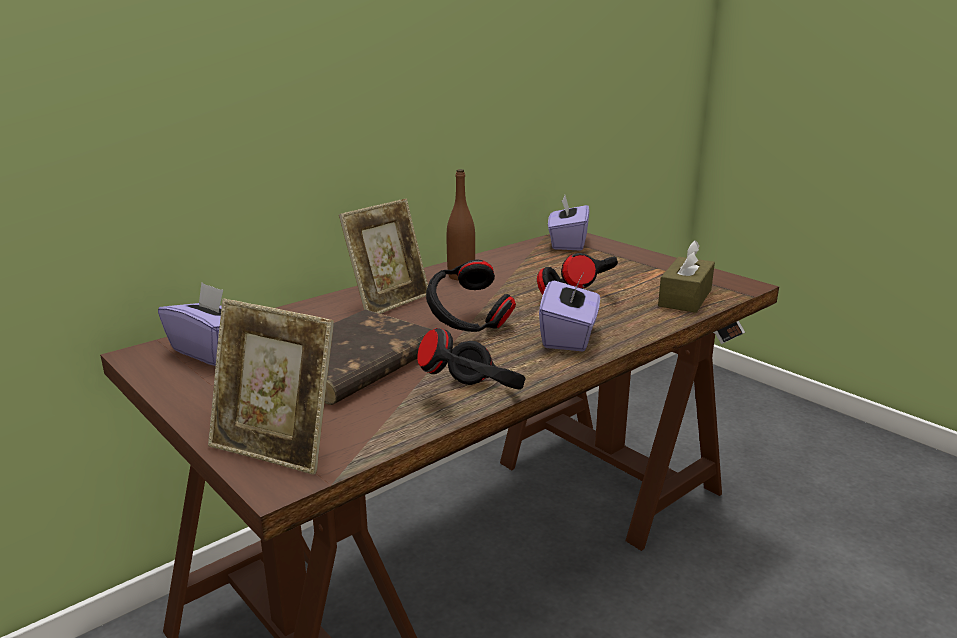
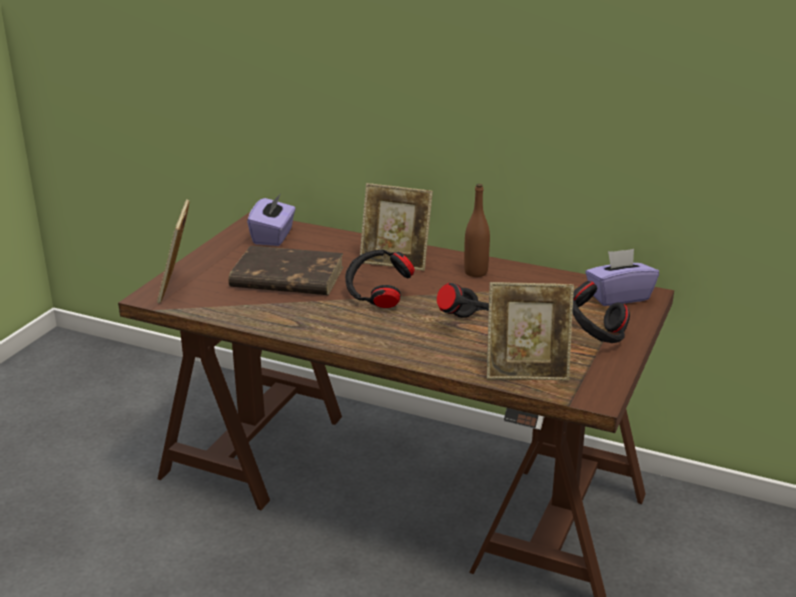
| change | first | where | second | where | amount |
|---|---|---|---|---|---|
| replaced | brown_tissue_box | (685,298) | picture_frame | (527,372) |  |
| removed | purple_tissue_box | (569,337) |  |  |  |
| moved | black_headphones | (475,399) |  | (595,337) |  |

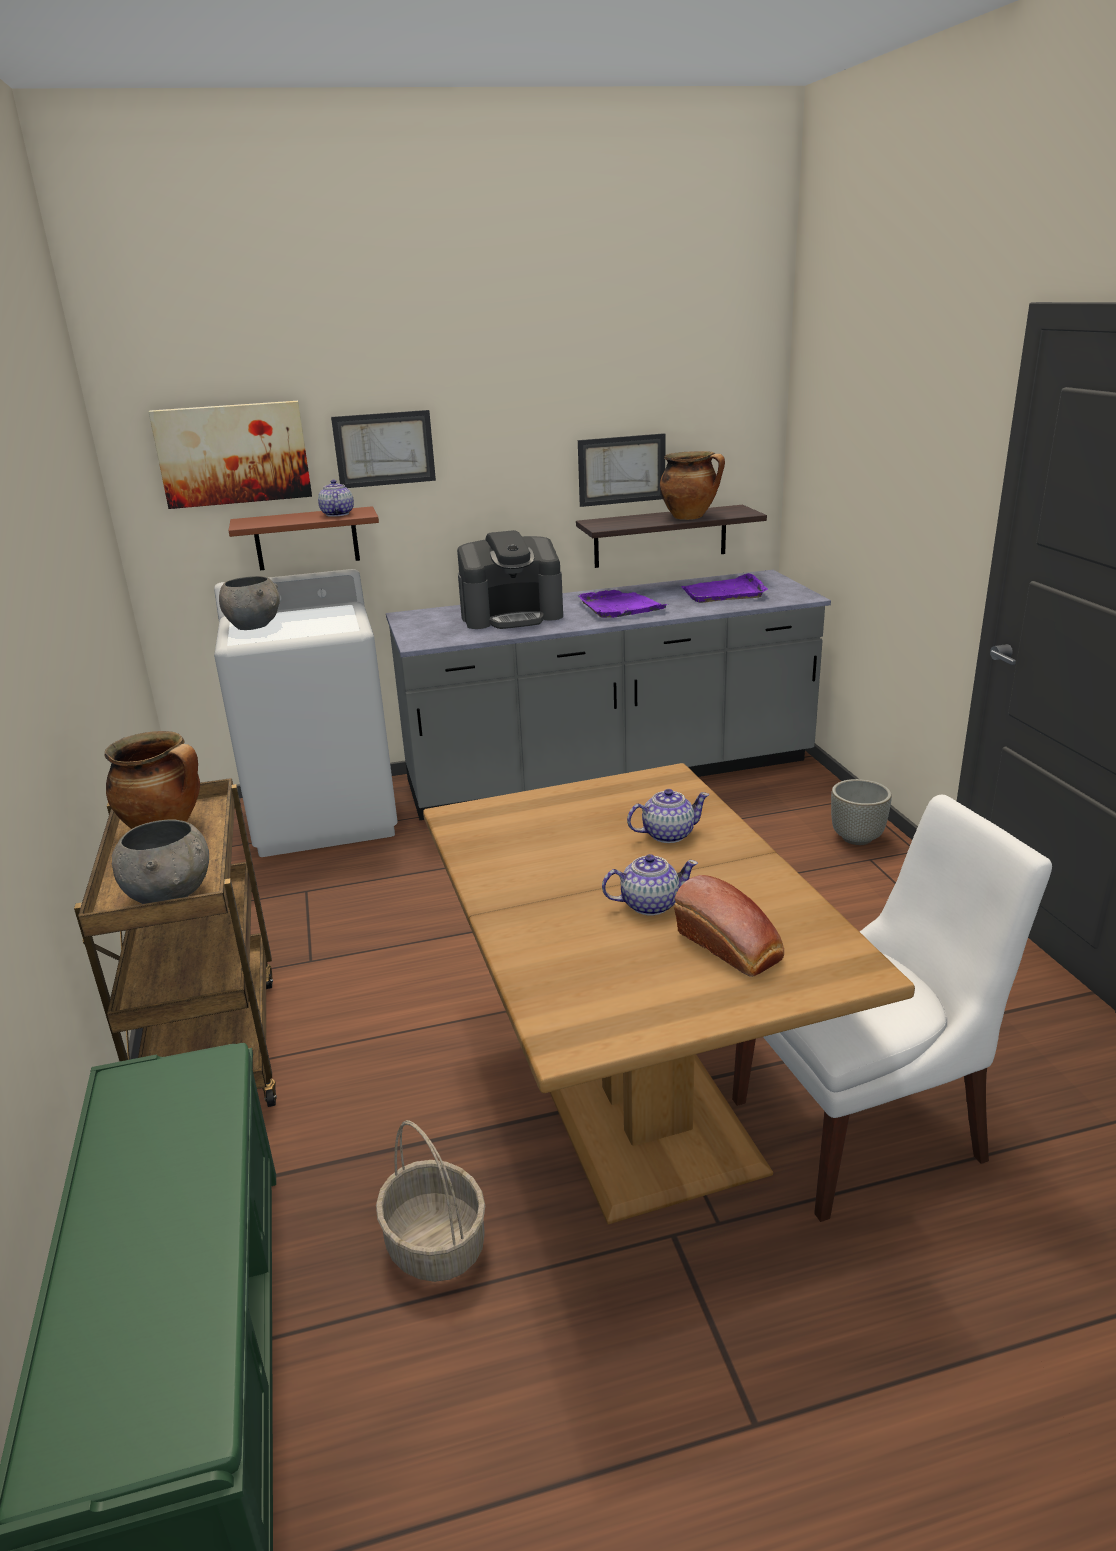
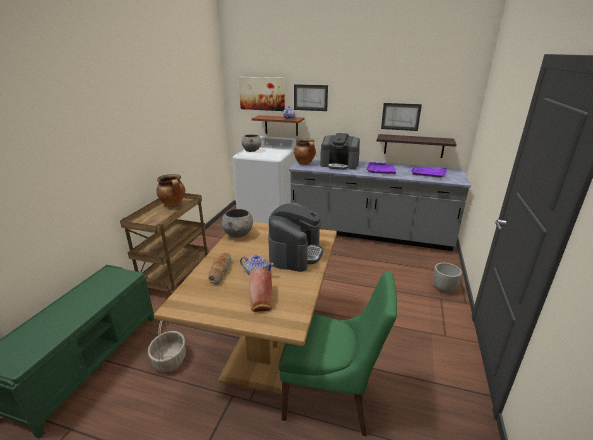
| change | first | where | second | where | amount |
|---|---|---|---|---|---|
| moved | cooking_pot | (690,517) |  | (305,163) |  |
| replaced | teapot | (667,834) | coffee_machine | (295,253) |  |
| recoloured | white_chair | (863,1127) | green_chair | (331,396) |  |
| moved | grey_bowl | (171,895) |  | (238,234) |  |
| added |  |  | bread | (220,271) |  |

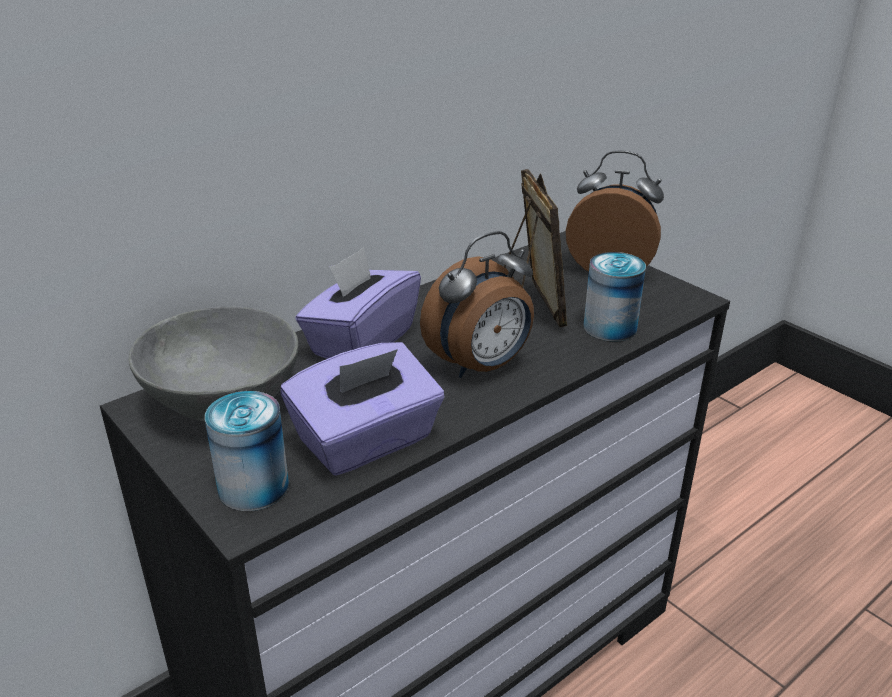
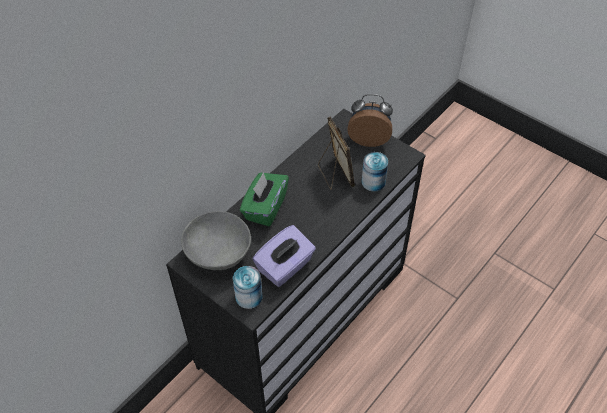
| change | first | where | second | where | amount |
|---|---|---|---|---|---|
| removed | alarm_clock | (481,366) |  |  |  |
| recoloured | purple_tissue_box | (361,341) | green_tissue_box | (265,208) |  |

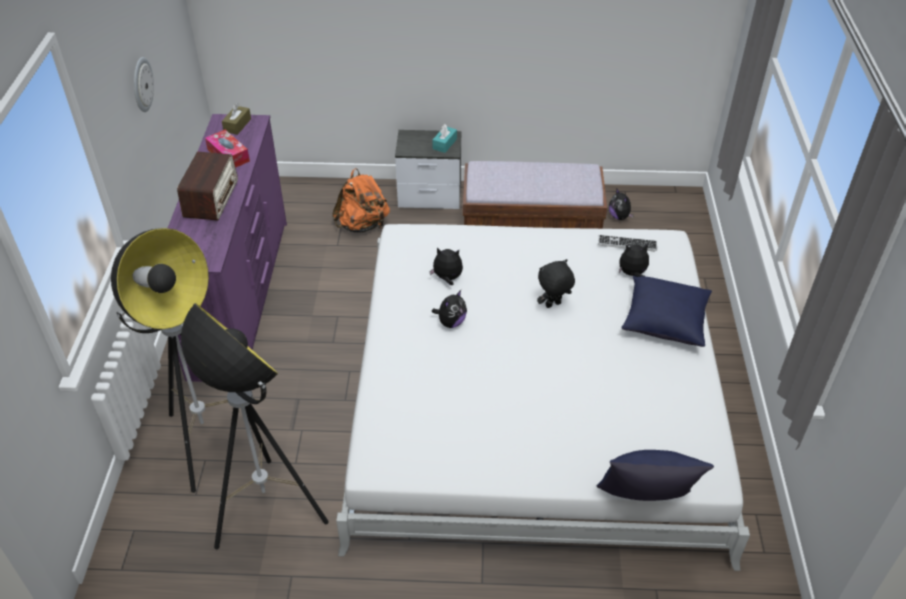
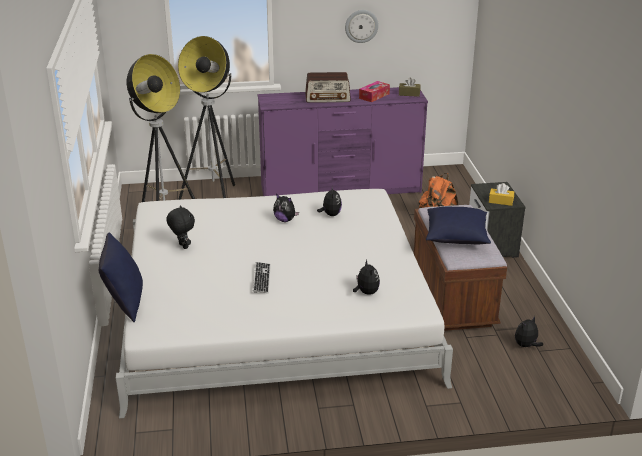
| change | first | where | second | where | amount |
|---|---|---|---|---|---|
| recoloured | turquoise_tissue_box | (444,144) | yellow_tissue_box | (501,201) |  |
| moved | keyboard | (627,244) |  | (262,278) |  |
| moved | black_plush_toy | (553,305) |  | (182,246) |  |
| moved | blue_pillow | (665,321) |  | (456,237) |  |

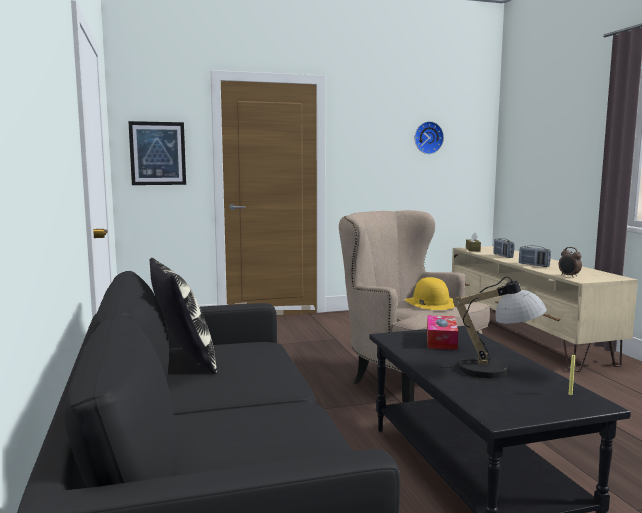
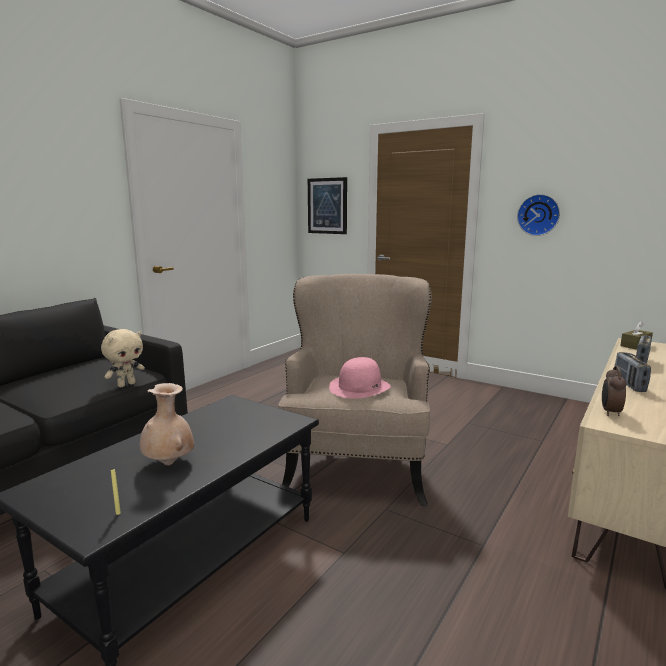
| change | first | where | second | where | amount |
|---|---|---|---|---|---|
| moved | wall_clock | (428,137) |  | (538,215) |  |
| removed | pillow | (184,360) |  |  |  |
| recoloured | yellow_hat | (430,303) | pink_hat | (359,387) |  |
| replaced | table_lamp | (496,370) | beige_vase | (169,463) |  |
| removed | tissue_box | (441,340) |  |  |  |
| added |  |  | beige_plush_toy | (126,384) |  |

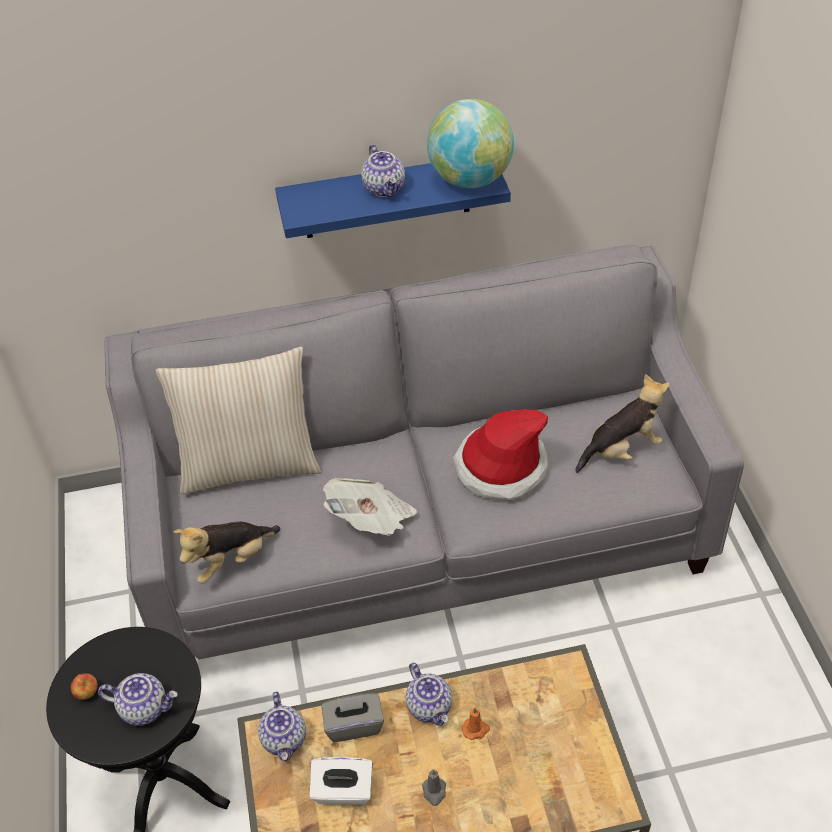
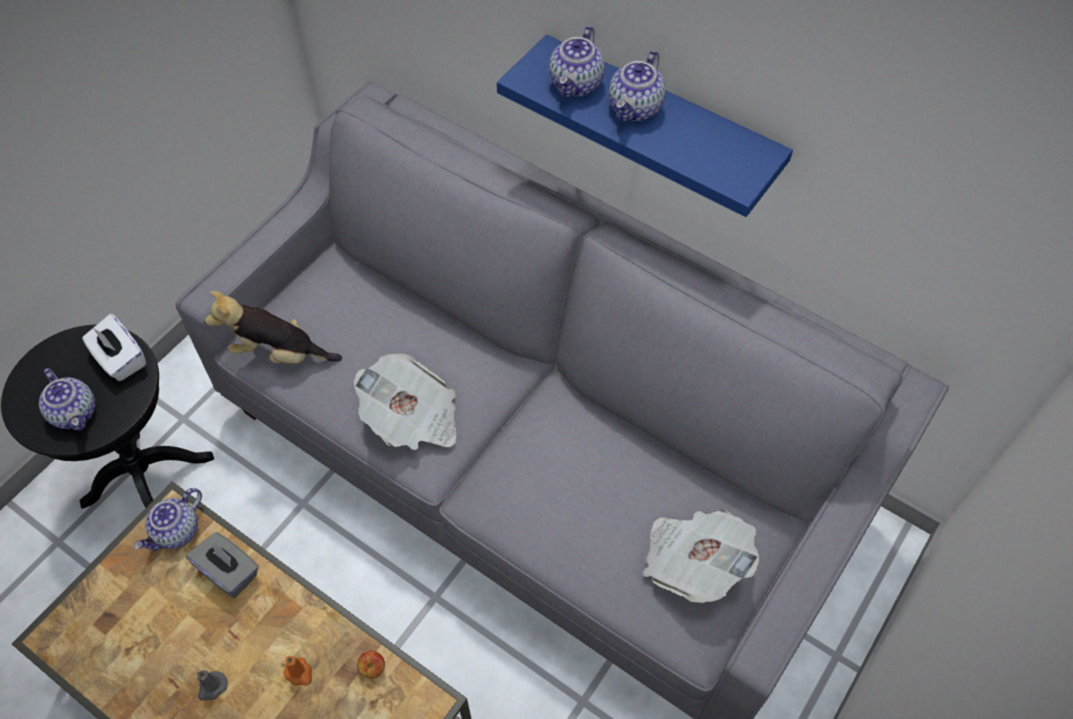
| change | first | where | second | where | amount |
|---|---|---|---|---|---|
| removed | globe | (470,180) |  |  |  |
| removed | beige_pillow | (250,465) |  |  |  |
| replaced | plush_toy | (621,449) | newspaper | (693,562) |  |
| removed | hat | (500,468) |  |  |  |
| moved | teapot | (430,706) |  | (576,84) |  |
| moved | apple | (87,693) |  | (373,668) |  |
| moved | white_tissue_box | (343,791) |  | (121,359) |  |

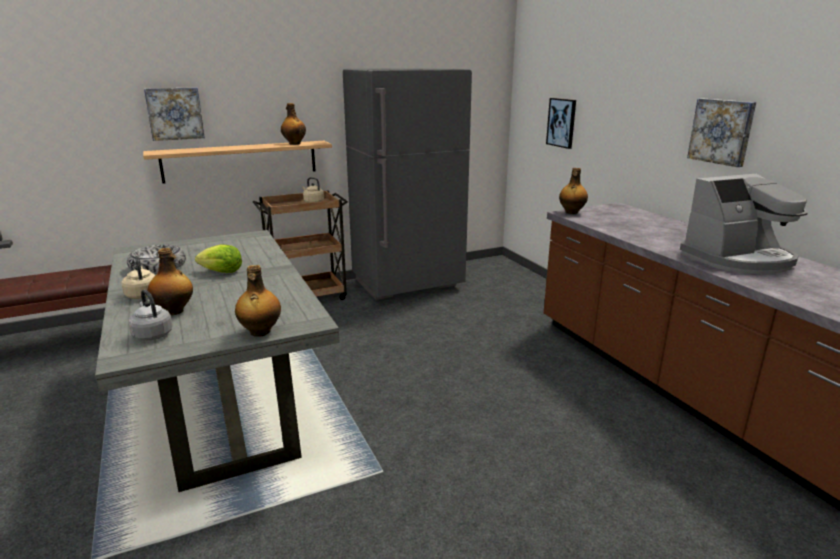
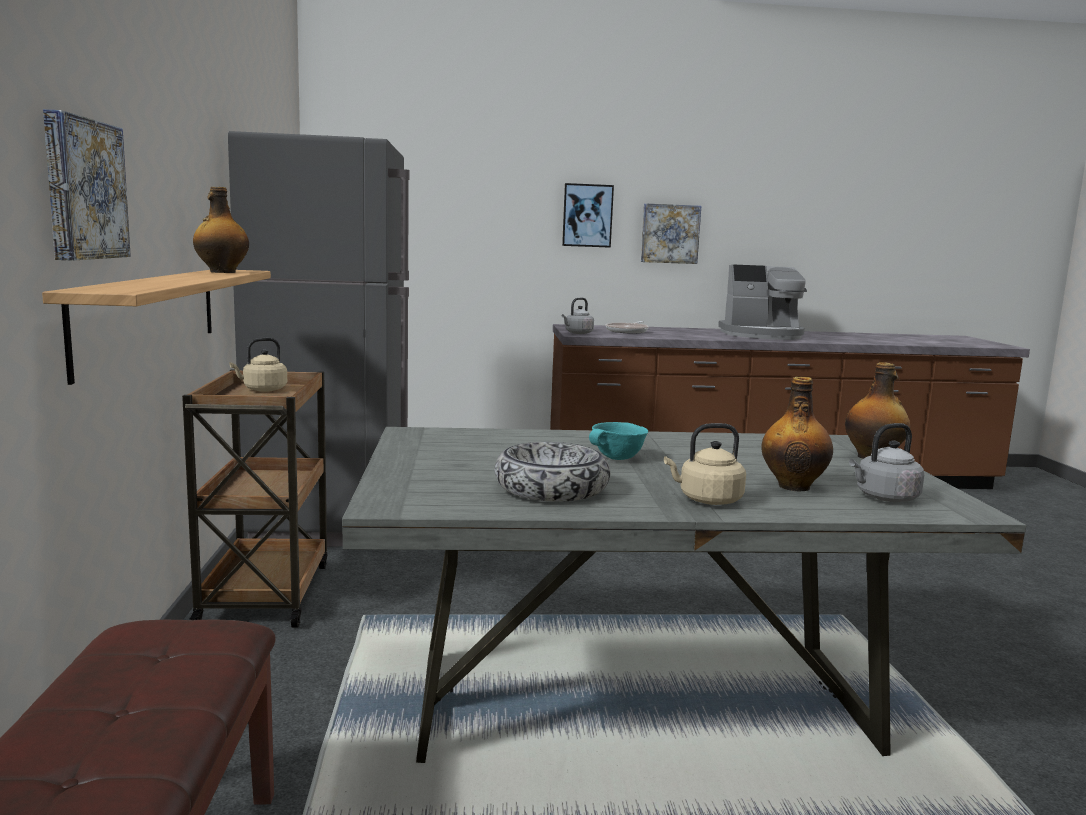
| change | first | where | second | where | amount |
|---|---|---|---|---|---|
| moved | picture | (562,122) |  | (587,215) |  |
| replaced | bottle | (571,212) | grey_kettle | (577,333) |  |
| turned | coffee_machine | (738,259) |  | (762,335) | 90 degrees clockwise |
| replaced | lettuce | (221,272) | turquoise_bowl | (617,458) |  |
| added |  |  | frying_pan | (628,331) |  |

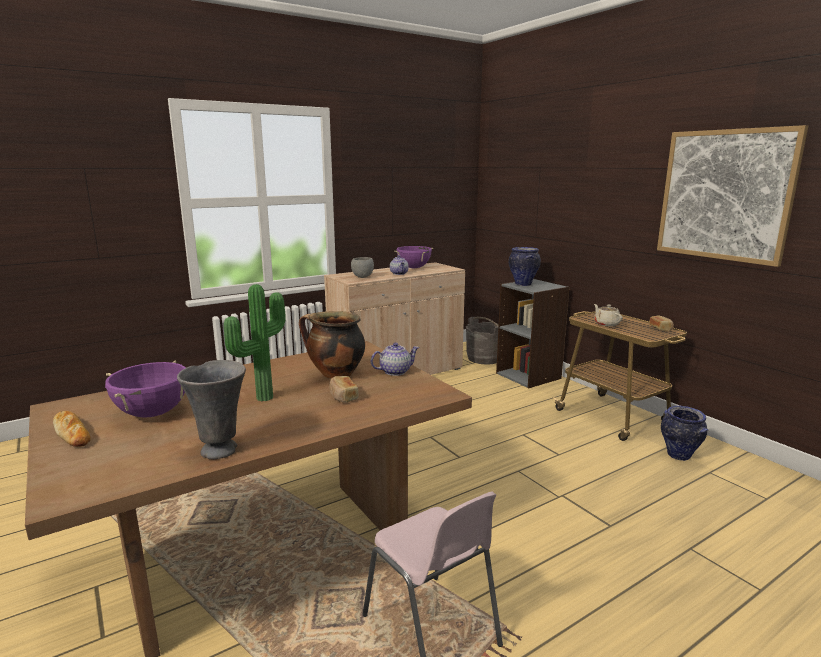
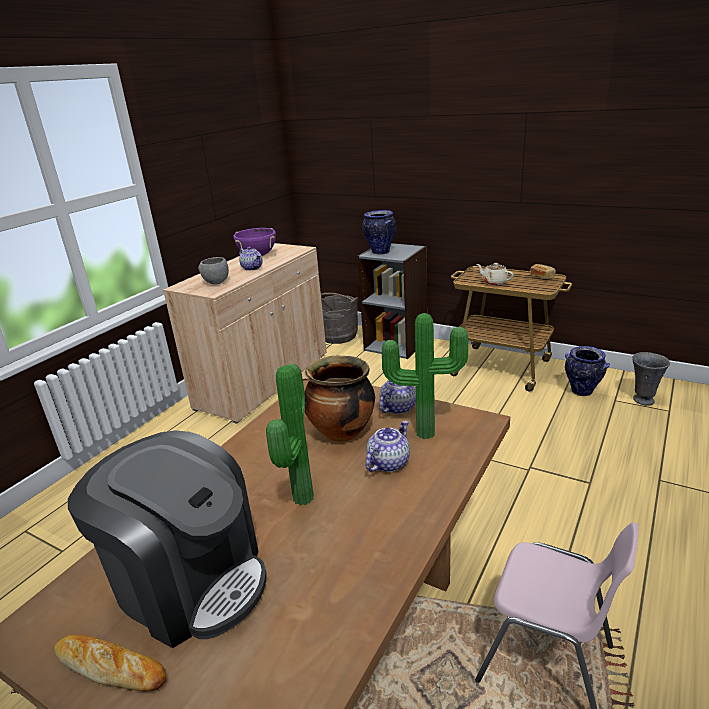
| change | first | where | second | where | amount |
|---|---|---|---|---|---|
| removed | picture | (725,195) |  |  |  |
| moved | grey_vase | (221,450) |  | (643,400) |  |
| replaced | purple_cooking_pot | (153,413) | coffee_machine | (190,581) |  |
| replaced | bread | (343,396) | teapot | (388,462) |  |
| added |  |  | potted_plant | (425,431) |  |

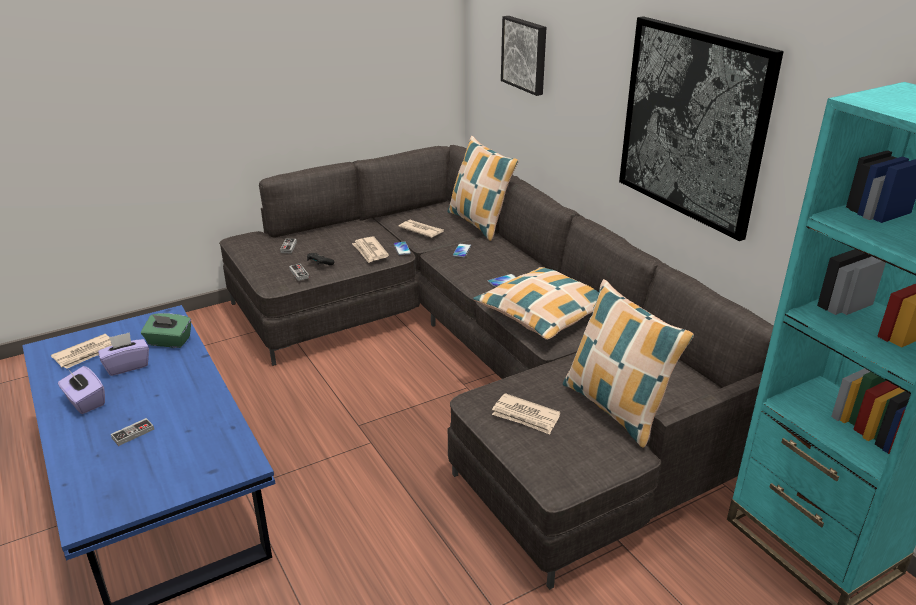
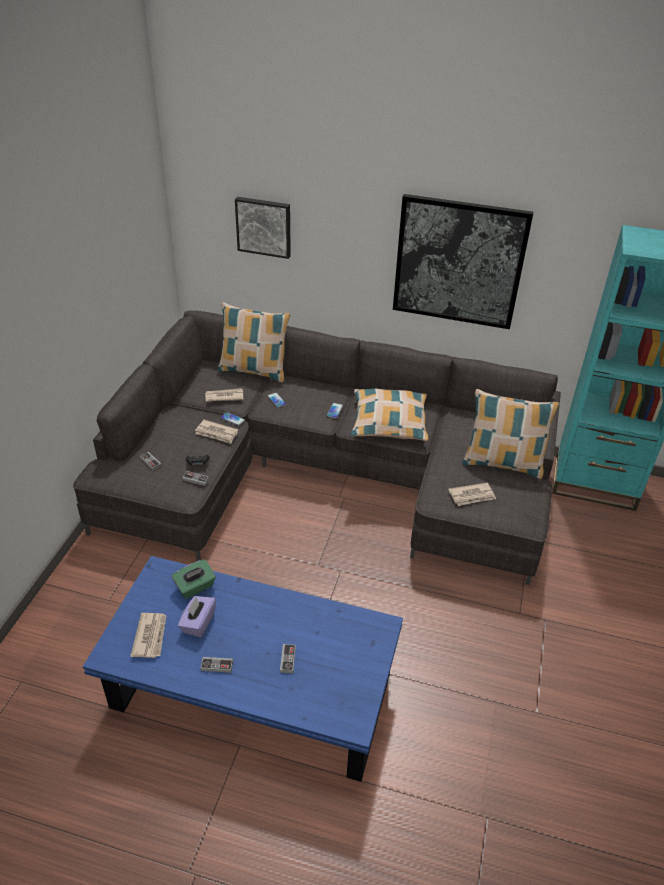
| change | first | where | second | where | amount |
|---|---|---|---|---|---|
| replaced | purple_tissue_box | (85,402) | game_controller | (217,666) |  |

